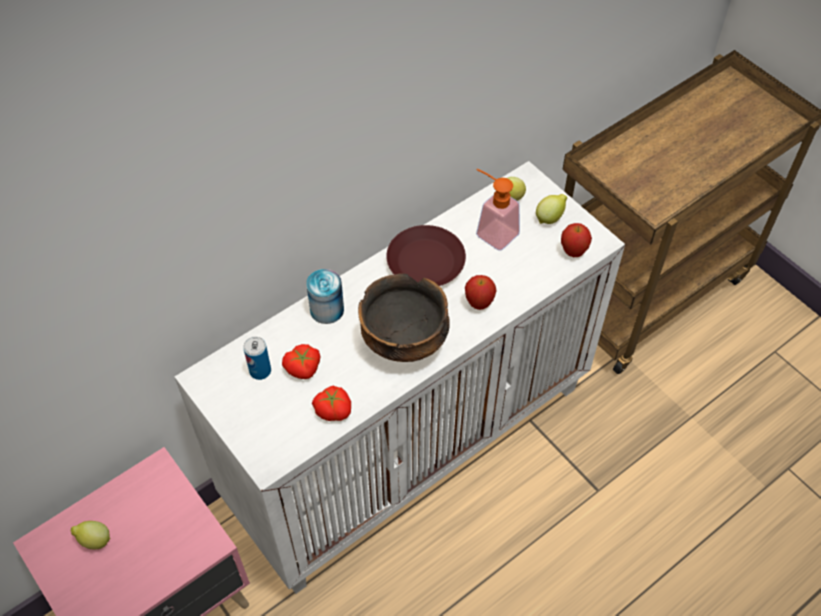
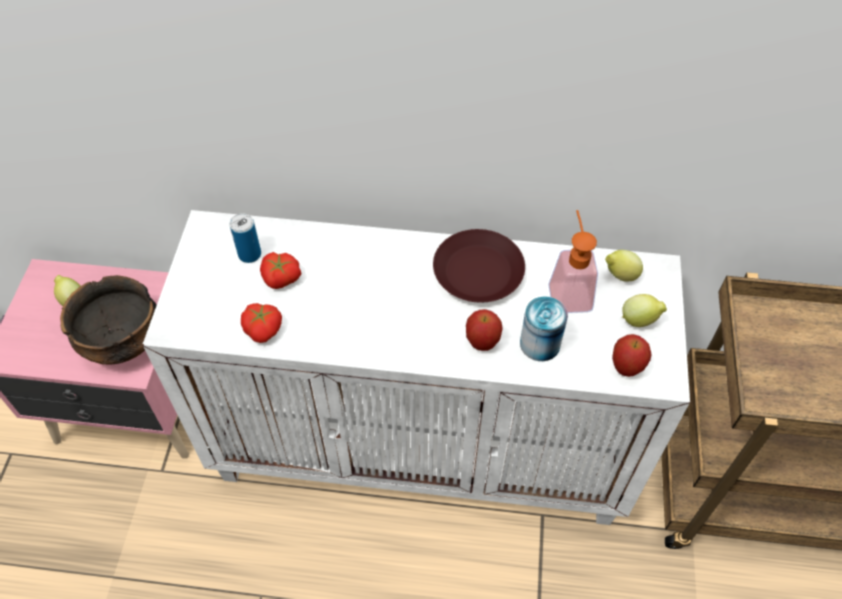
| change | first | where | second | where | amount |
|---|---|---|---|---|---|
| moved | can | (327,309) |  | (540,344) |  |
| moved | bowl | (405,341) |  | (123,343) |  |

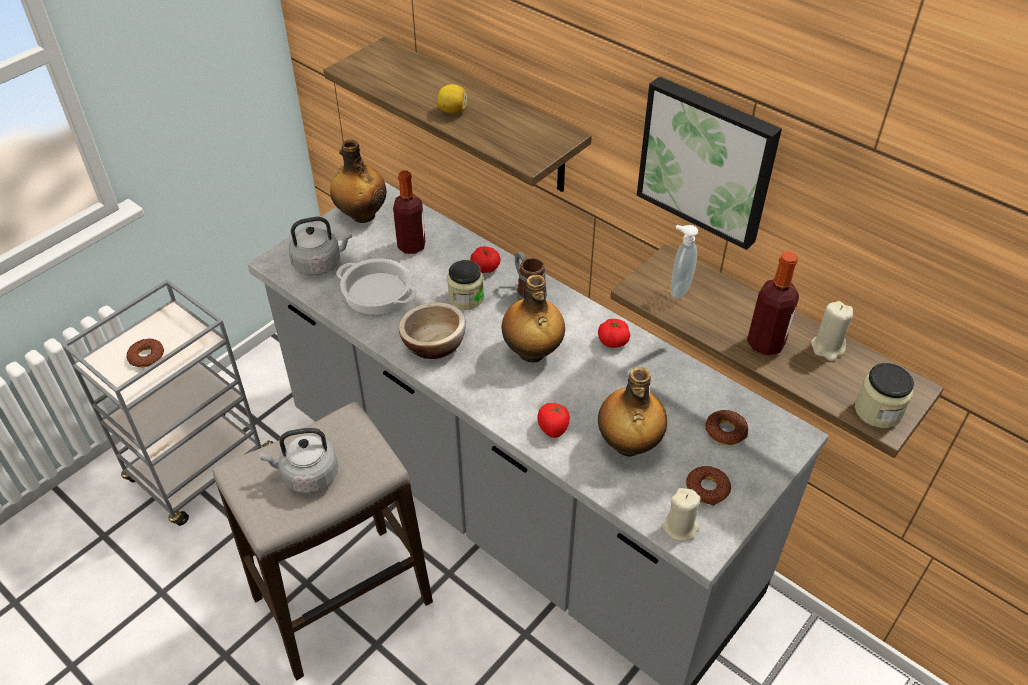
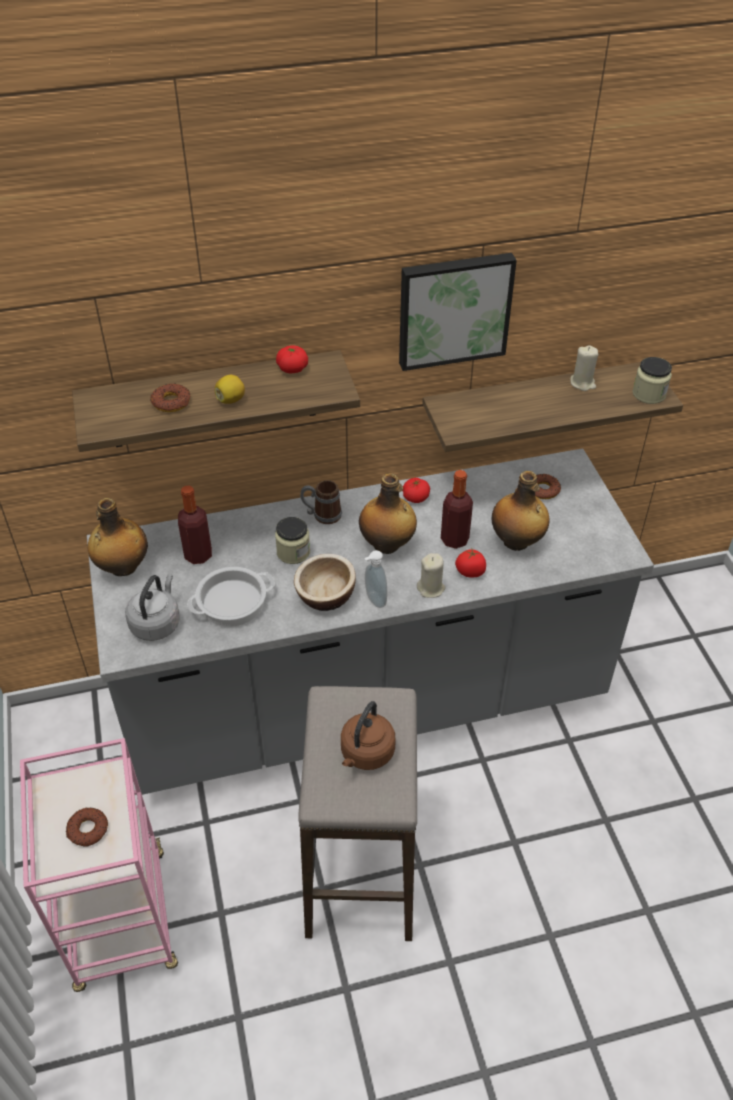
| change | first | where | second | where | amount |
|---|---|---|---|---|---|
| moved | soap_dispenser | (678,289) |  | (374,600) |  |
| moved | tomato | (485,267) |  | (292,369) |  |
| moved | bottle | (765,344) |  | (454,539) |  |
| recoloured | grey_cart | (199,470) | pink_cart | (123,921) |  |
| recoloured | grey_kettle | (307,476) | brown_kettle | (366,754) |  |
| moved | donut | (707,488) |  | (171,402) |  |
| moved | beige_candle | (680,528) |  | (431,588) |  |

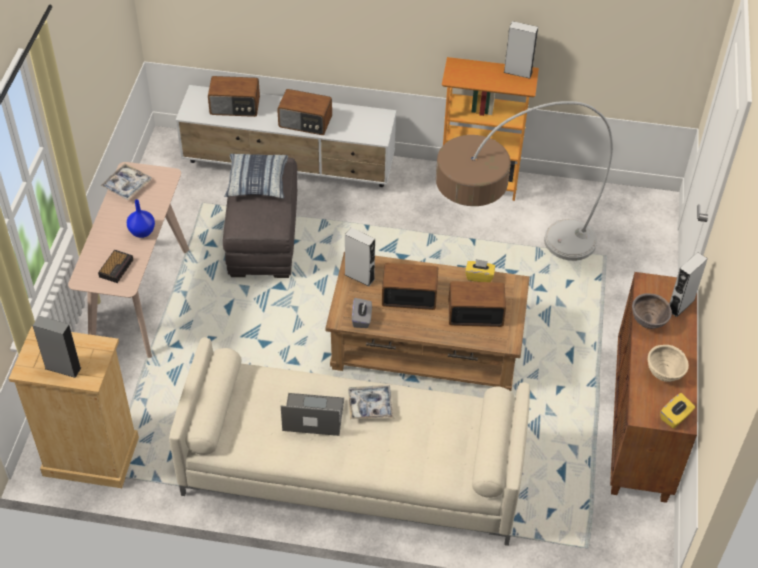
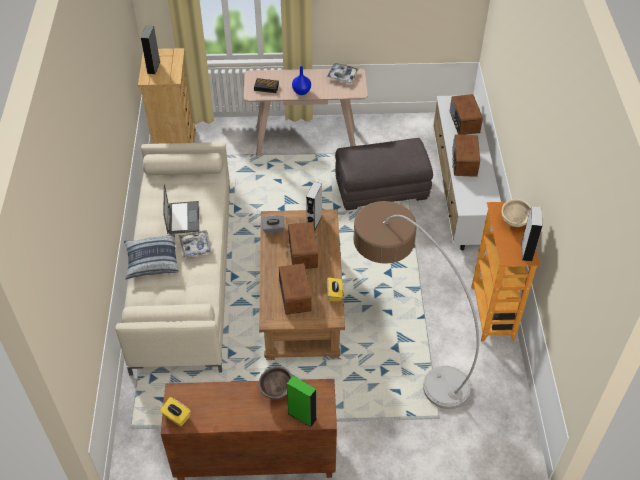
| change | first | where | second | where | amount |
|---|---|---|---|---|---|
| moved | pillow | (257,182) |  | (152,261) |  |
| recoloured | grey_speaker | (680,305) | green_speaker | (302,416) |  |
| moved | beige_bowl | (663,374) |  | (514,222) |  |

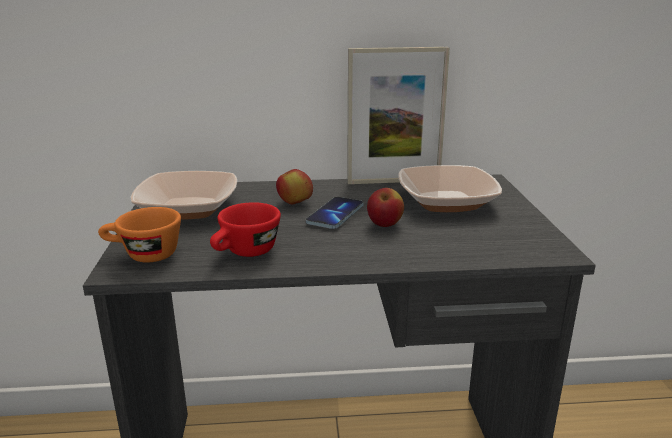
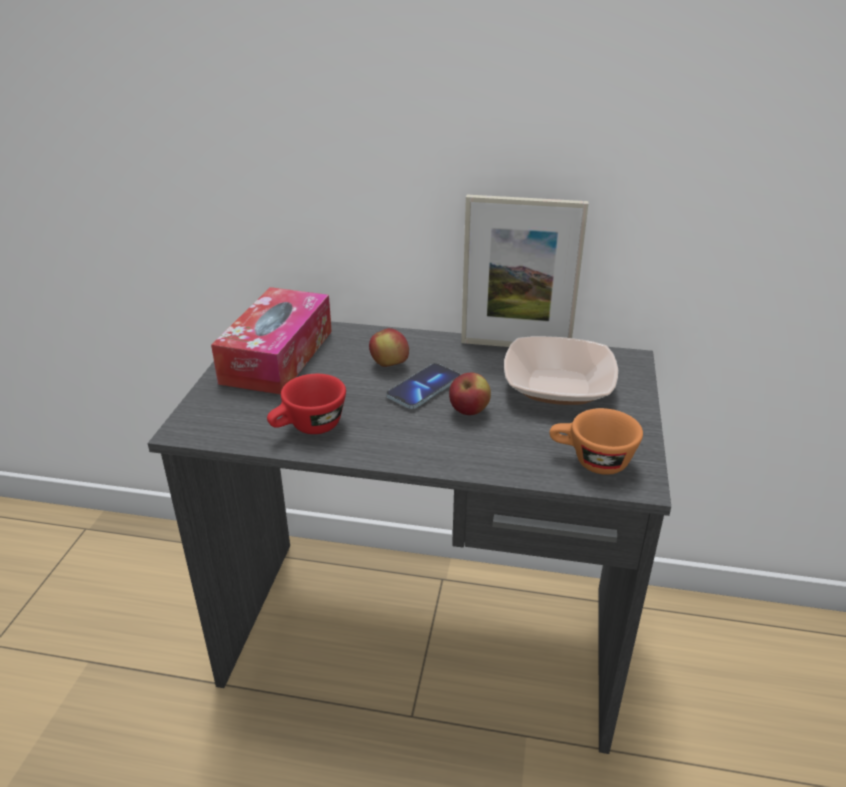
| change | first | where | second | where | amount |
|---|---|---|---|---|---|
| replaced | bowl | (188,208) | tissue_box | (277,356) |  |
| moved | orange_cup | (143,255) |  | (591,461) |  |

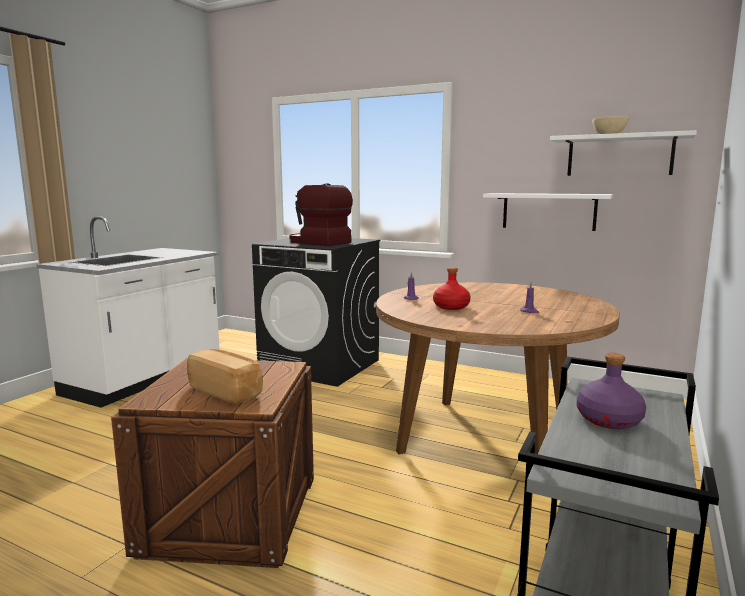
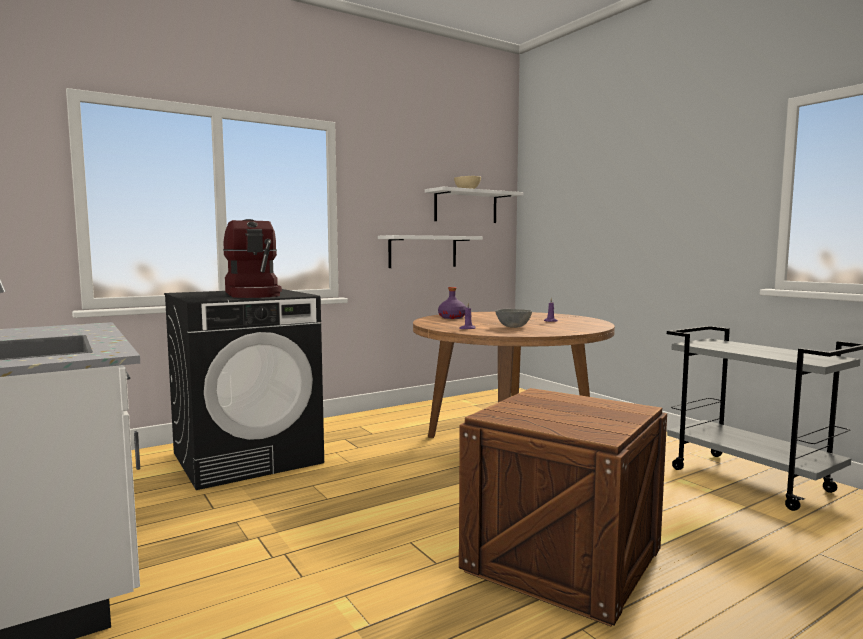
| change | first | where | second | where | amount |
|---|---|---|---|---|---|
| turned | coffee_machine | (318,242) |  | (254,294) | 90 degrees counterclockwise |
| replaced | red_bottle | (450,307) | grey_bowl | (513,327) |  |
| removed | bread | (226,391) |  |  |  |
| moved | purple_bottle | (608,420) |  | (452,317) |  |

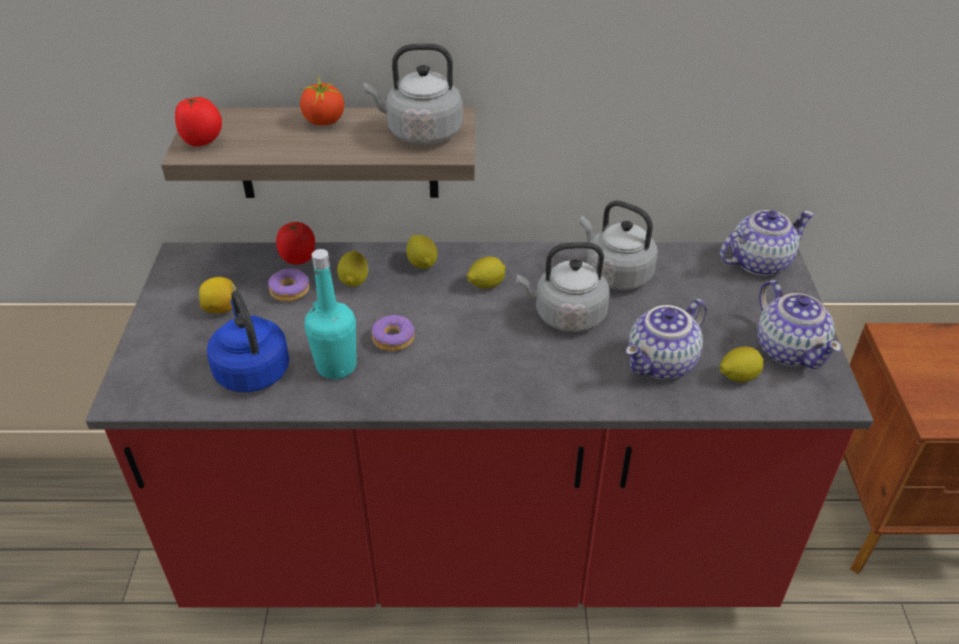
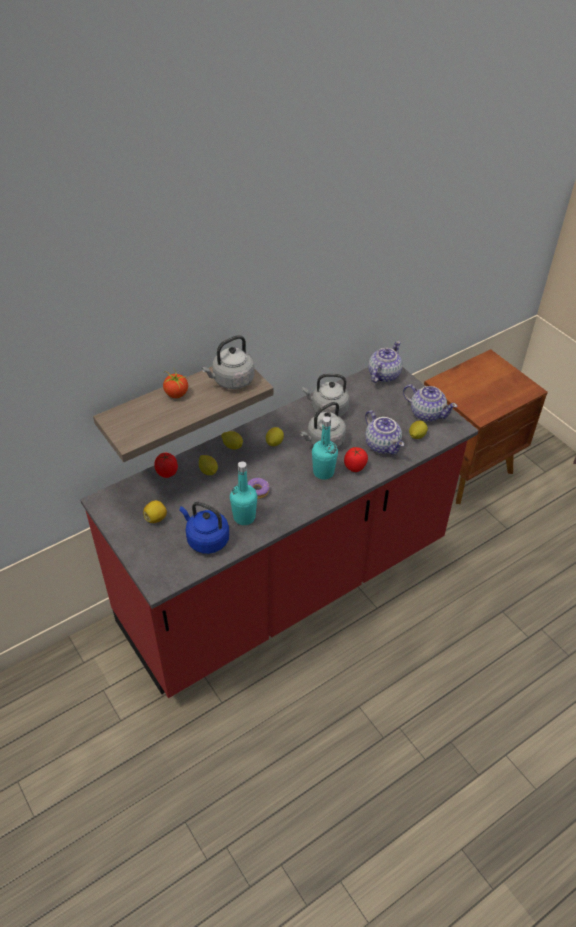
| change | first | where | second | where | amount |
|---|---|---|---|---|---|
| moved | tomato | (203,141) |  | (355,467) |  |
| removed | donut | (290,290) |  |  |  |
| turned | teapot | (662,364) |  | (383,445) | 45 degrees counterclockwise |
| added |  |  | turquoise_bottle | (323,472) |  |

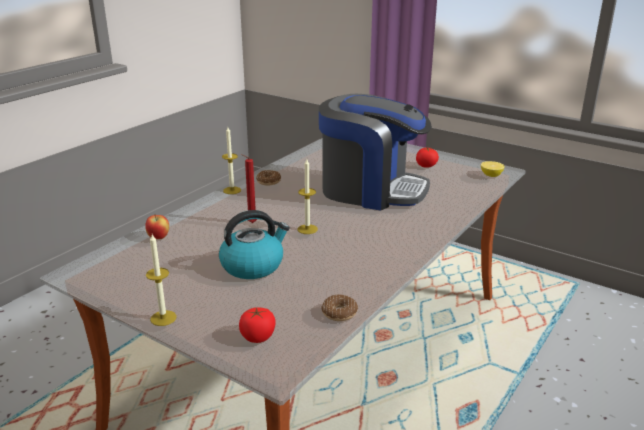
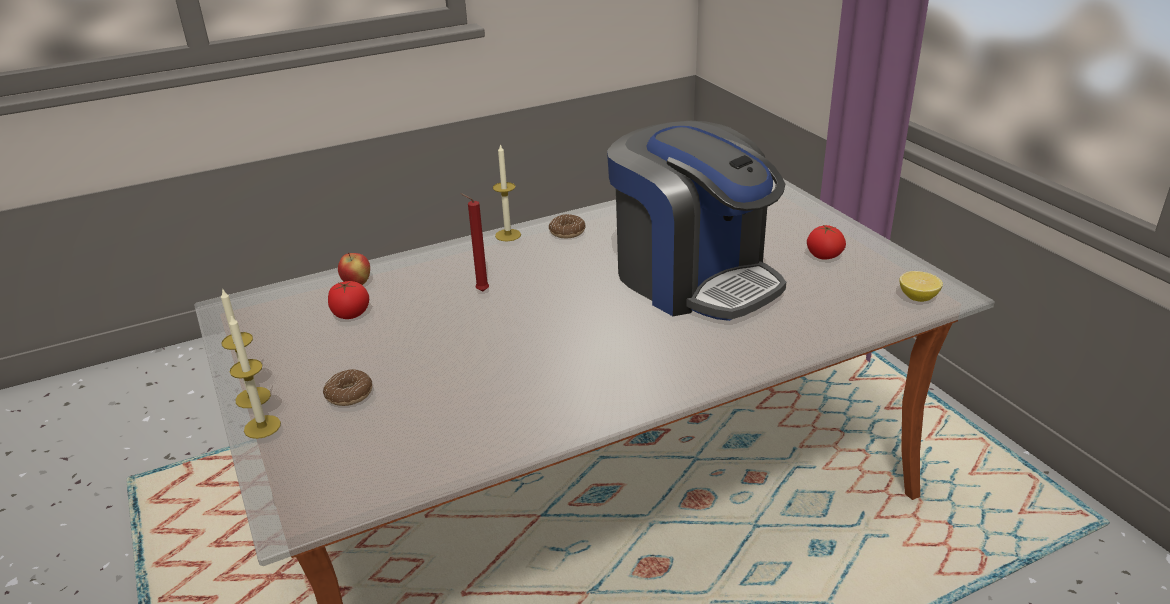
| change | first | where | second | where | amount |
|---|---|---|---|---|---|
| moved | candle | (307,229) |  | (262,427) |  |
| removed | kettle | (253,265) |  |  |  |
| moved | donut | (339,313) |  | (349,394) |  |
| moved | tomato | (258,337) |  | (350,314) |  |

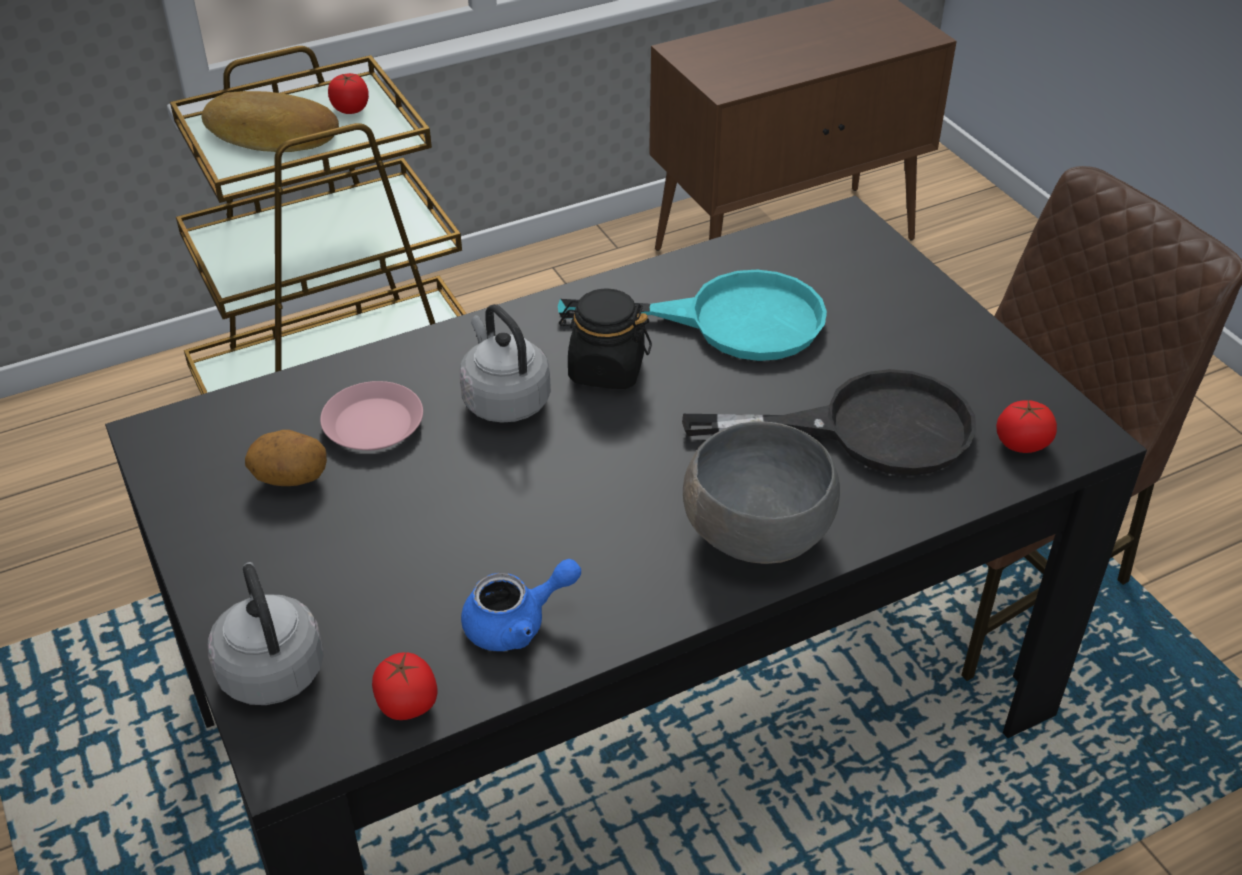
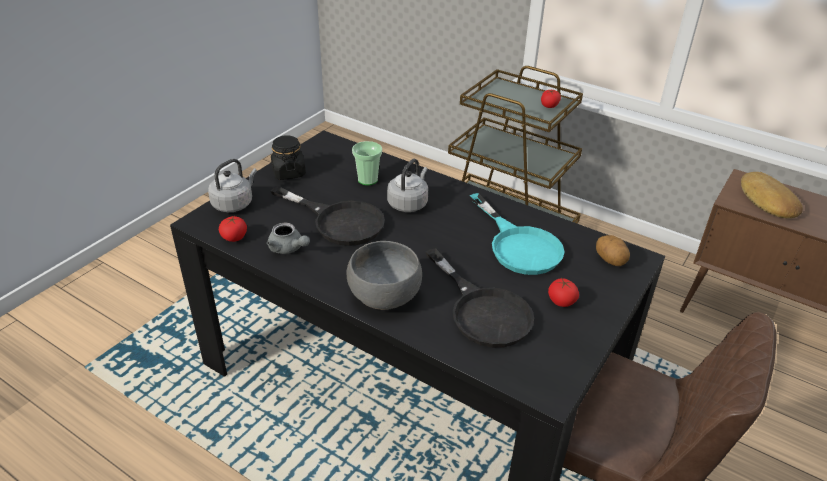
| change | first | where | second | where | amount |
|---|---|---|---|---|---|
| moved | bread | (271,134) |  | (767,201) |  |
| moved | black_jar | (605,369) |  | (288,172) |  |
| replaced | pink_plate | (373,425) | cup | (367,180) |  |
| moved | tomato | (1022,443) |  | (561,301) |  |
| moved | potato | (291,478) |  | (610,260) |  |
| recoloured | blue_teapot | (517,623) | grey_teapot | (288,249) |  |
| added |  |  | black_frying_pan | (339,221) |  |

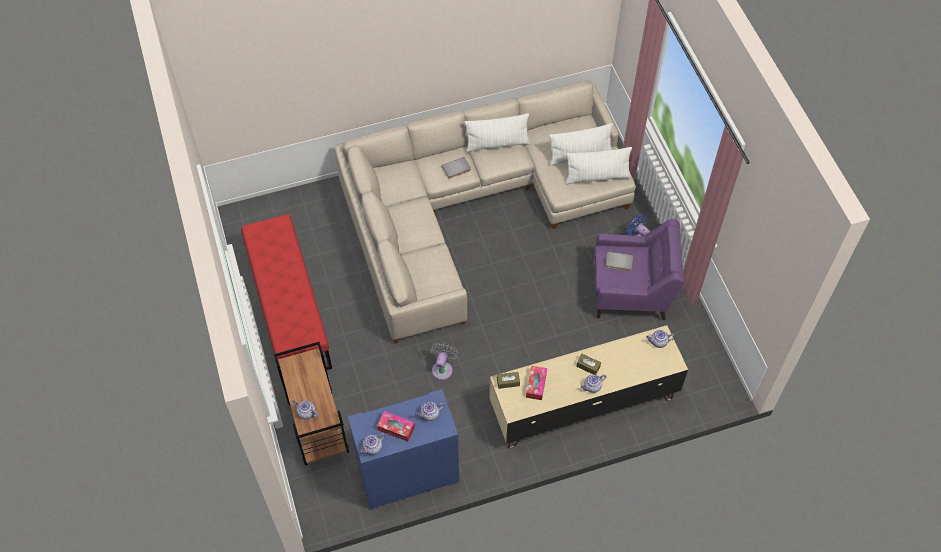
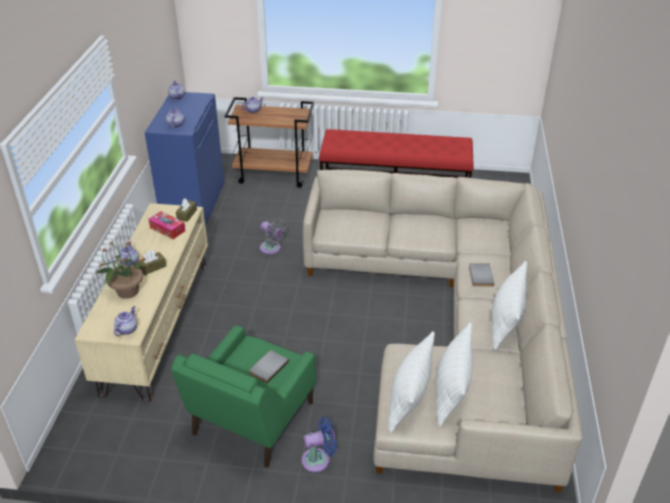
| change | first | where | second | where | amount |
|---|---|---|---|---|---|
| recoloured | purple_armchair | (631,292) | green_armchair | (252,420) |  |
| removed | tissue_box | (396,428) |  |  |  |
| added |  |  | potted_plant | (127,291) |  |

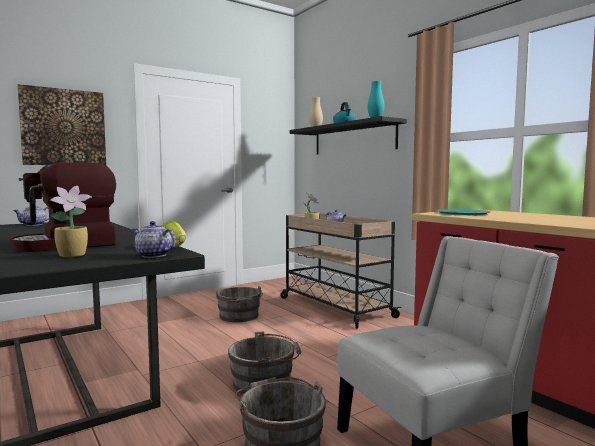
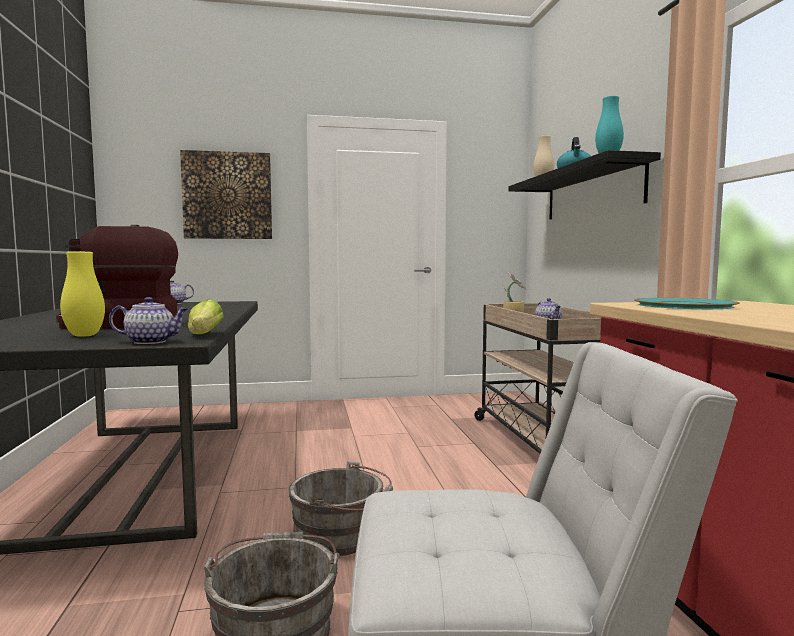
| change | first | where | second | where | amount |
|---|---|---|---|---|---|
| replaced | potted_plant | (74,255) | yellow_vase | (84,335) |  |
| turned | teapot | (152,255) |  | (151,341) | 120 degrees clockwise |
| removed | grey_bucket | (239,317) |  |  |  |

